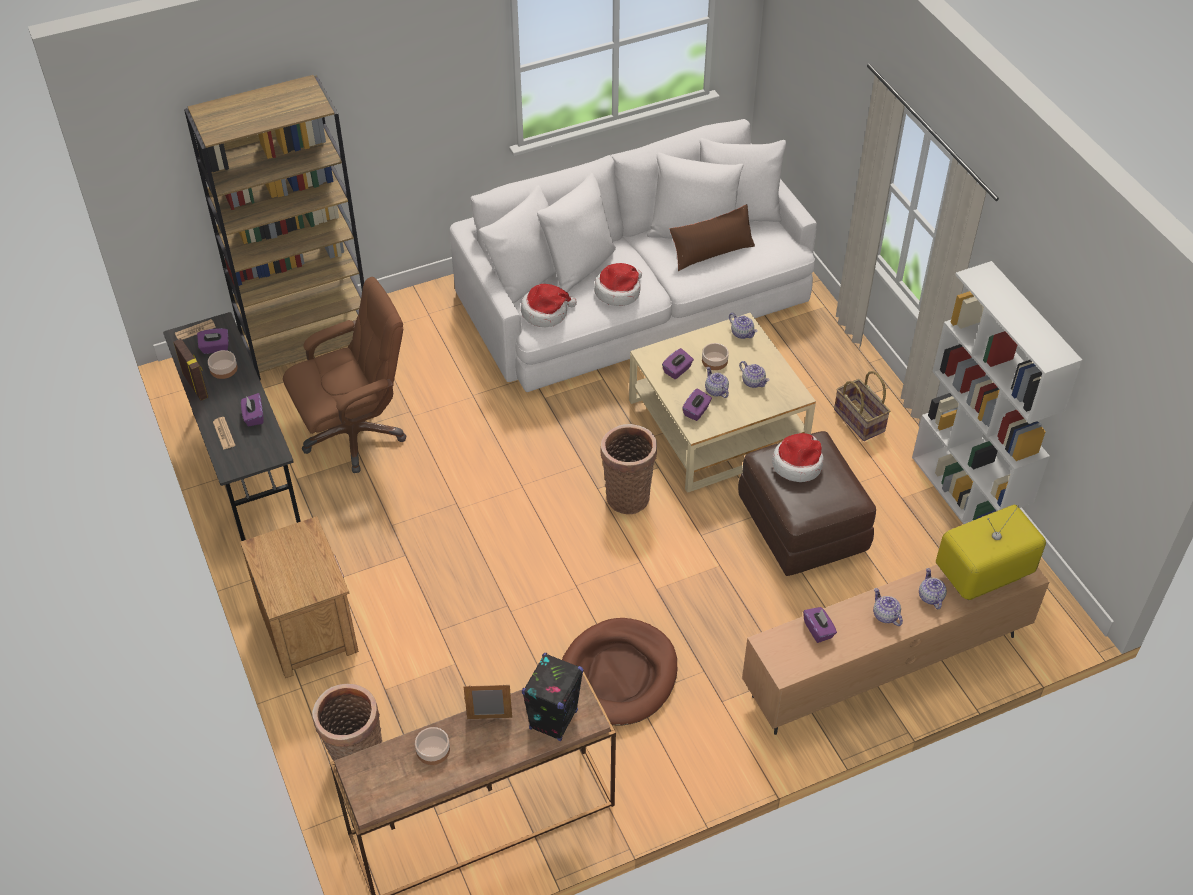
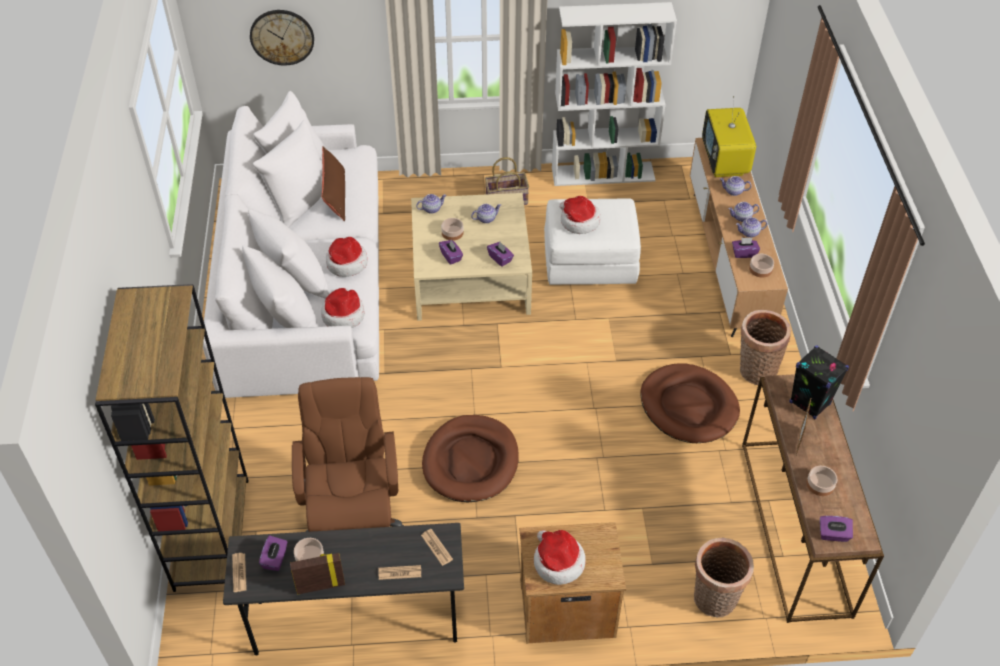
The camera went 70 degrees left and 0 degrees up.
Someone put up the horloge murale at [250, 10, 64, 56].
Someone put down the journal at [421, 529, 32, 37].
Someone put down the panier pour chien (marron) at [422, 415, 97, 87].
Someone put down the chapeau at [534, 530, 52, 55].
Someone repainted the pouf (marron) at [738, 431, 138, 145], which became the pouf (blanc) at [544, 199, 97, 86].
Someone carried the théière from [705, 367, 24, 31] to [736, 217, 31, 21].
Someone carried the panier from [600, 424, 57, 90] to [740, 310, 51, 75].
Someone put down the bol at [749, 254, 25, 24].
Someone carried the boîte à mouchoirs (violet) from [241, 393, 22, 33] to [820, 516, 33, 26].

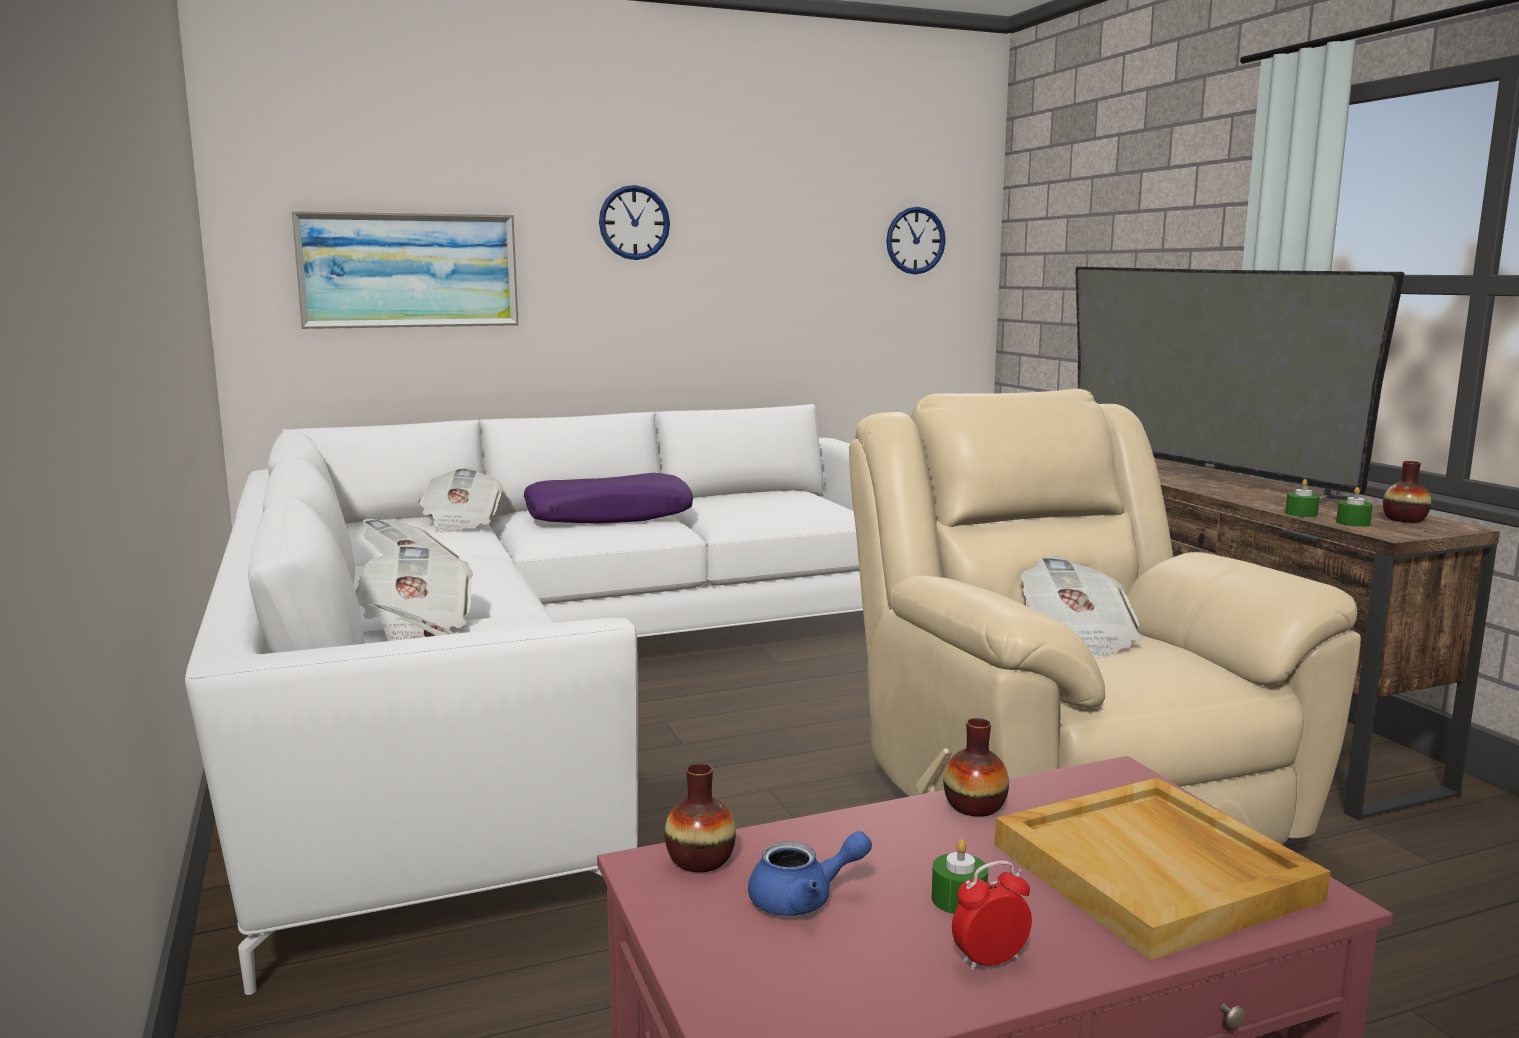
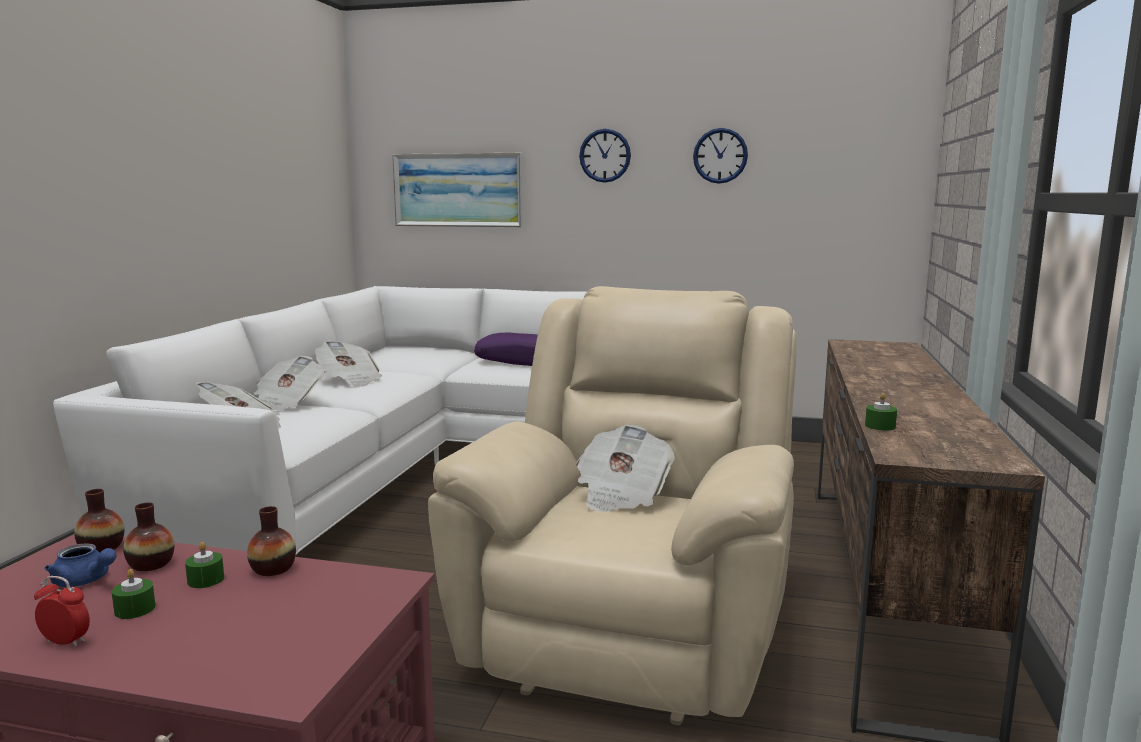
The camera went 35 degrees right and 0 degrees up.
Someone carried the vase from [1383, 461, 48, 62] to [123, 502, 51, 69].
Someone carried the bougie (vert) from [1336, 487, 37, 40] to [185, 542, 39, 46].
Someone carried the horloge murale from [886, 207, 60, 67] to [693, 128, 55, 56].
Someone took away the journal at [418, 468, 85, 65].
Someone took away the plateau (beige) at [995, 778, 335, 183].
Someone took away the téléviseur at [1075, 267, 330, 236].

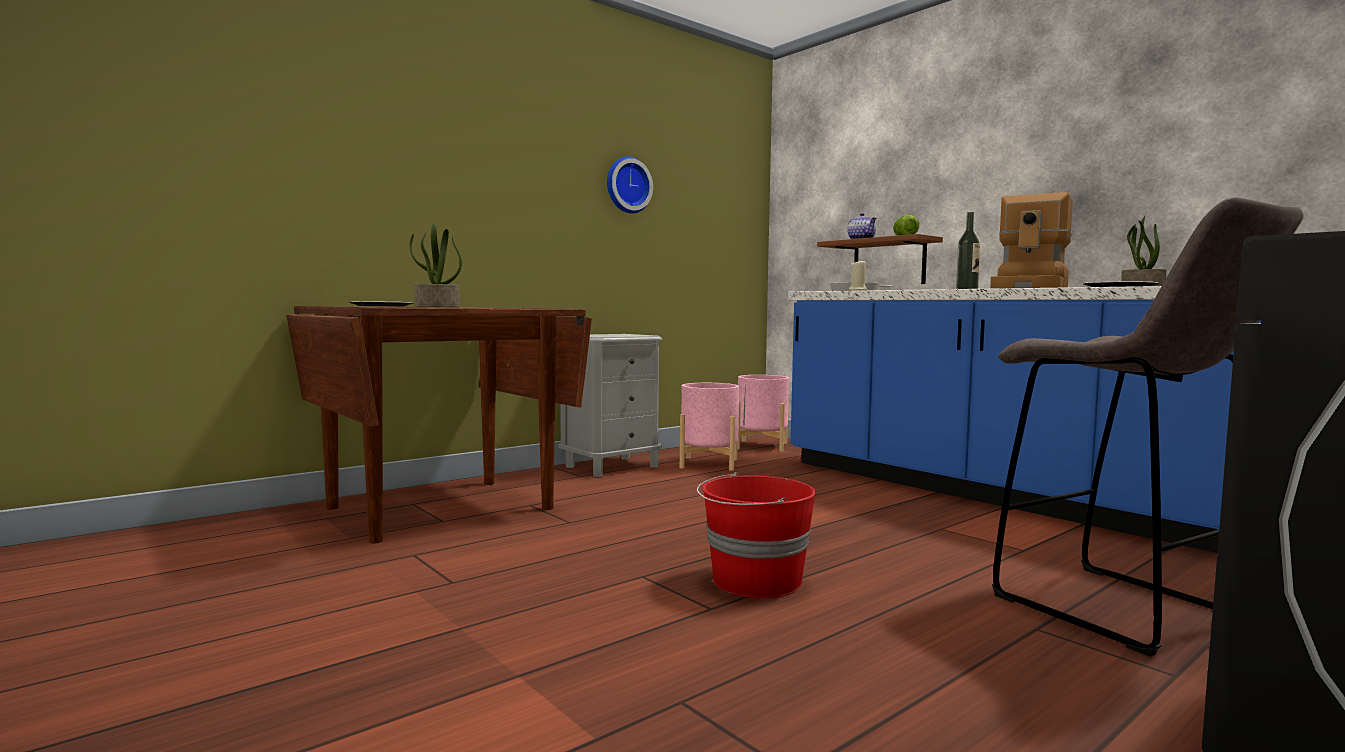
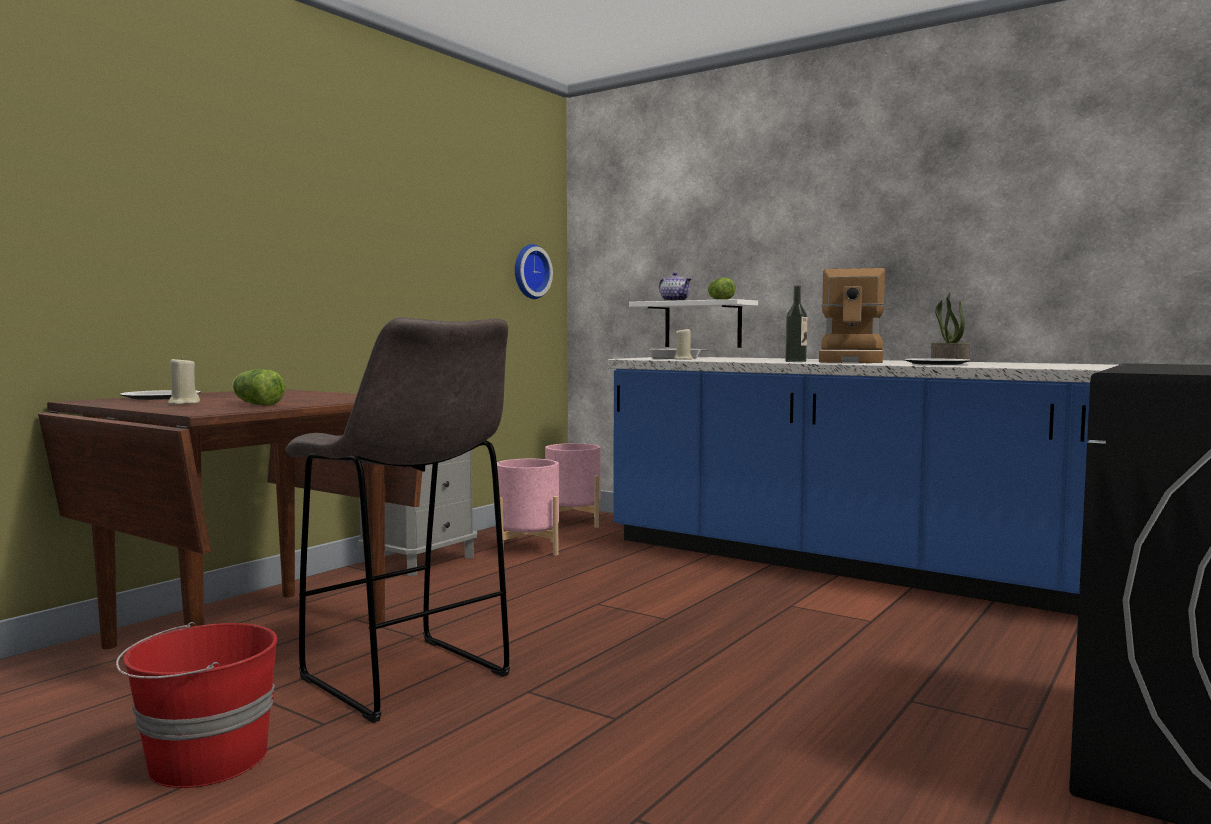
The camera went 15 degrees left and 0 degrees up.
Someone carried the seau (rouge) from [697, 472, 119, 126] to [116, 622, 161, 166].
Someone put down the bougie (beige) at [168, 356, 32, 49].
Someone swapped the plante en pot at [409, 223, 53, 84] for the laitue at [232, 369, 53, 37].
Someone carried the tabouret (gris) from [992, 197, 312, 460] to [285, 317, 225, 406].
Someone carried the horloge murale from [607, 156, 46, 57] to [515, 244, 38, 55].
Someone repainted the étagère (marron) at [817, 234, 126, 50], which became the étagère (blanc) at [629, 299, 129, 49].

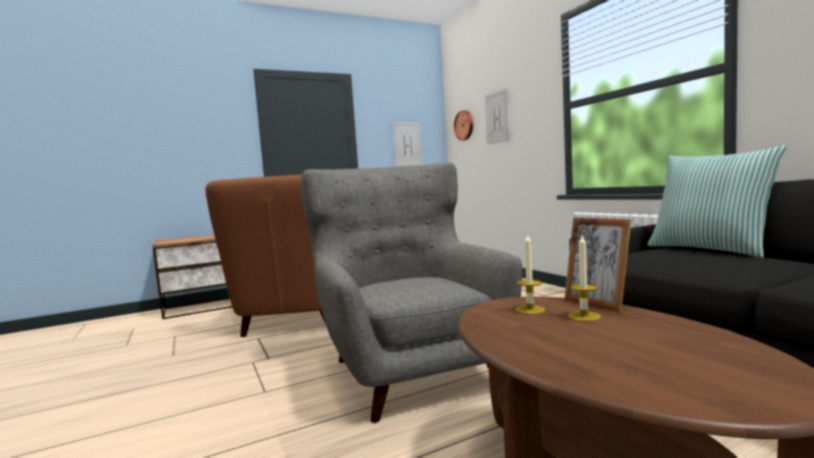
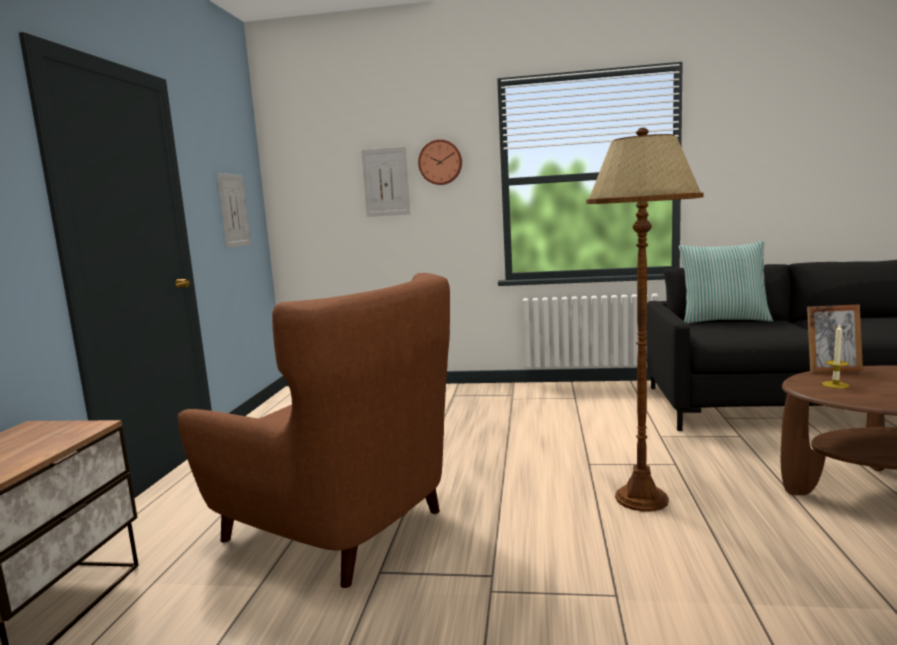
The camera went 55 degrees left and 5 degrees up.
Someone carried the horloge murale from [454, 111, 19, 29] to [418, 140, 44, 45].
Someone swapped the fauteuil (gris) at [301, 162, 221, 261] for the lampadaire (marron) at [586, 128, 118, 384].
Someone took away the bougie at [568, 234, 33, 88].

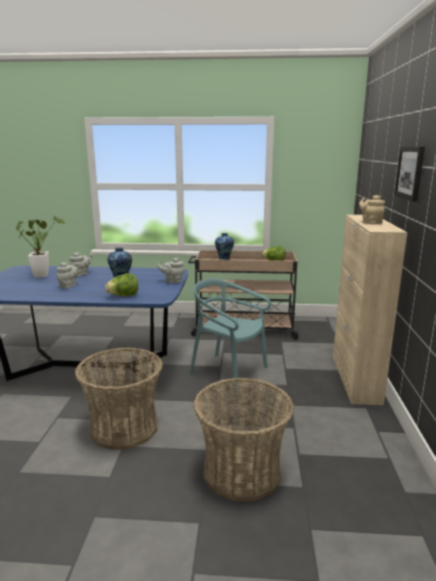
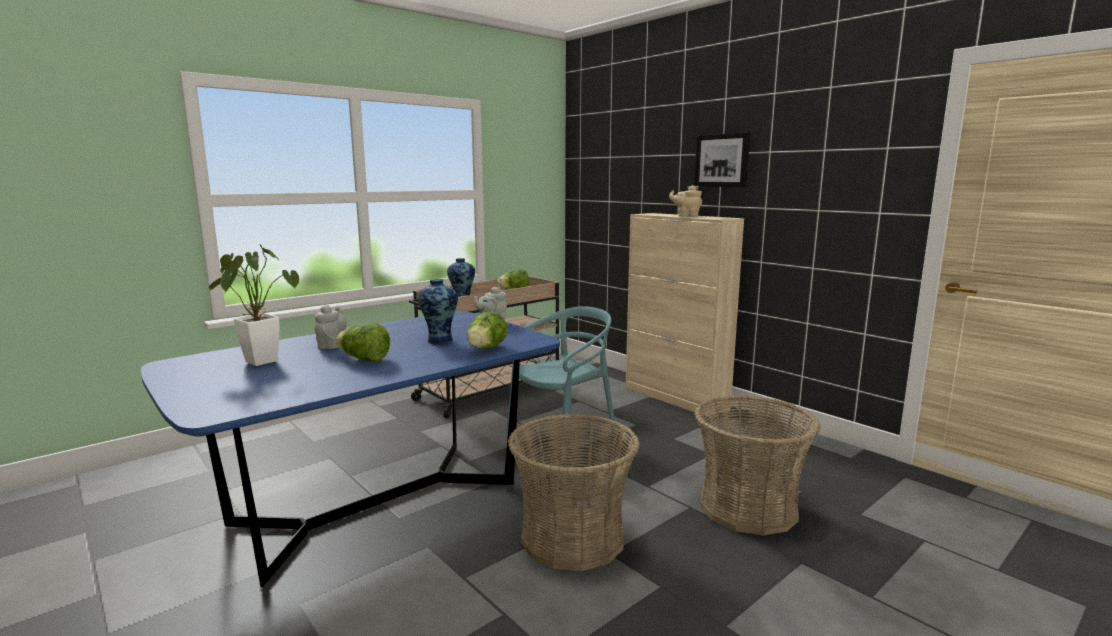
The camera went 45 degrees left and 5 degrees down.
Someone swapped the théière (gris) at [56, 262, 22, 27] for the laitue at [336, 323, 54, 39].
Someone rotated the chaise (turquoise) at [189, 278, 82, 116] by 150 degrees clockwise.

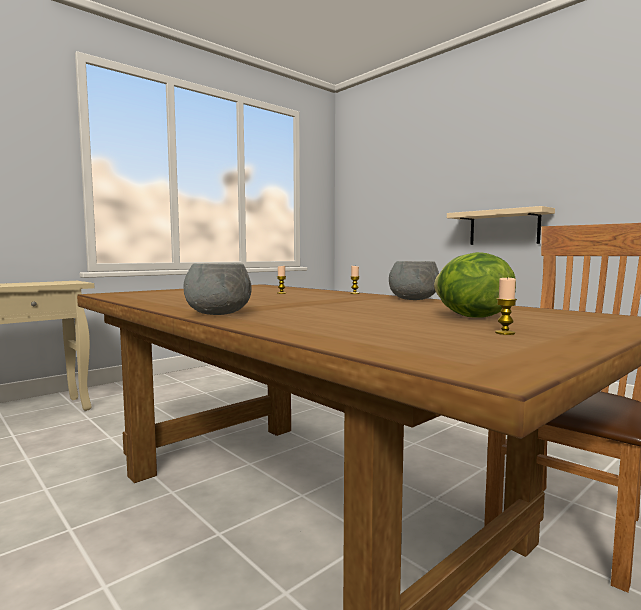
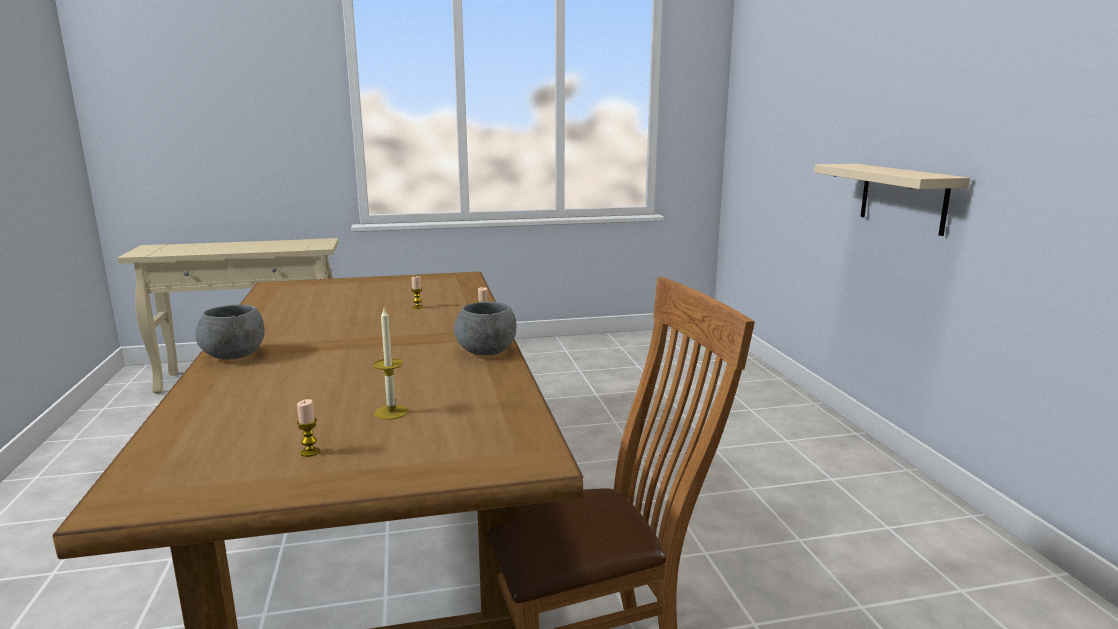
The camera went 30 degrees right and 10 degrees up.
Someone swapped the laitue at [434, 252, 82, 66] for the bougie at [373, 308, 36, 112].

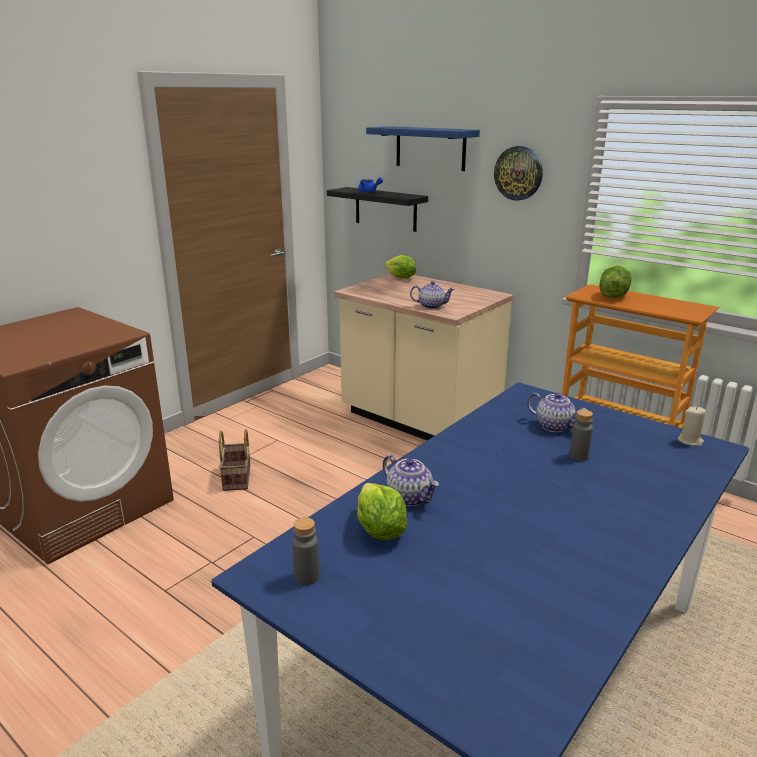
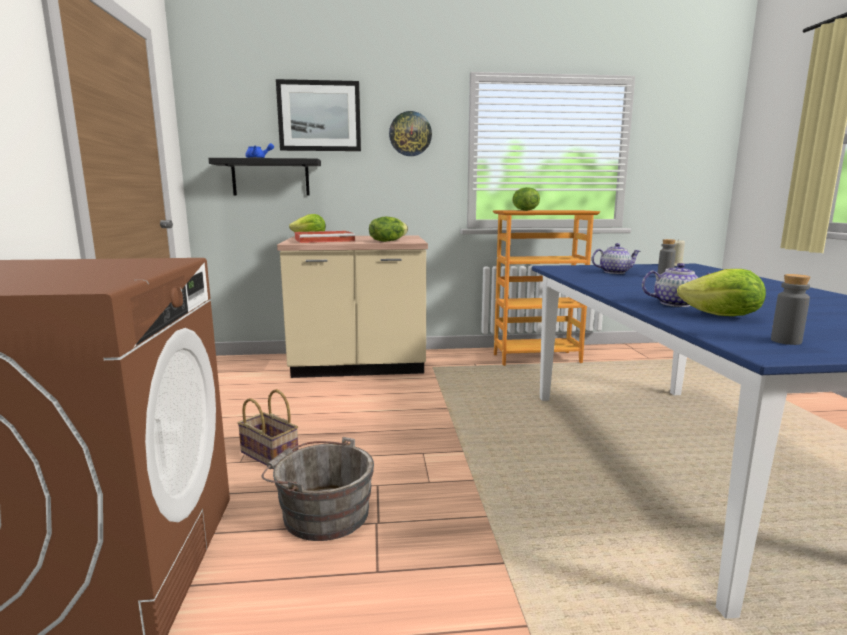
The camera went 45 degrees left and 10 degrees down.
Someone put down the seau (gris) at [262, 437, 112, 104].
Someone swapped the étagère (bleu) at [366, 126, 114, 45] for the tableau at [276, 79, 85, 72].
Someone put down the plateau (rouge) at [294, 231, 61, 12].
Someone swapped the théière at [410, 281, 44, 28] for the laitue at [369, 216, 39, 26].

